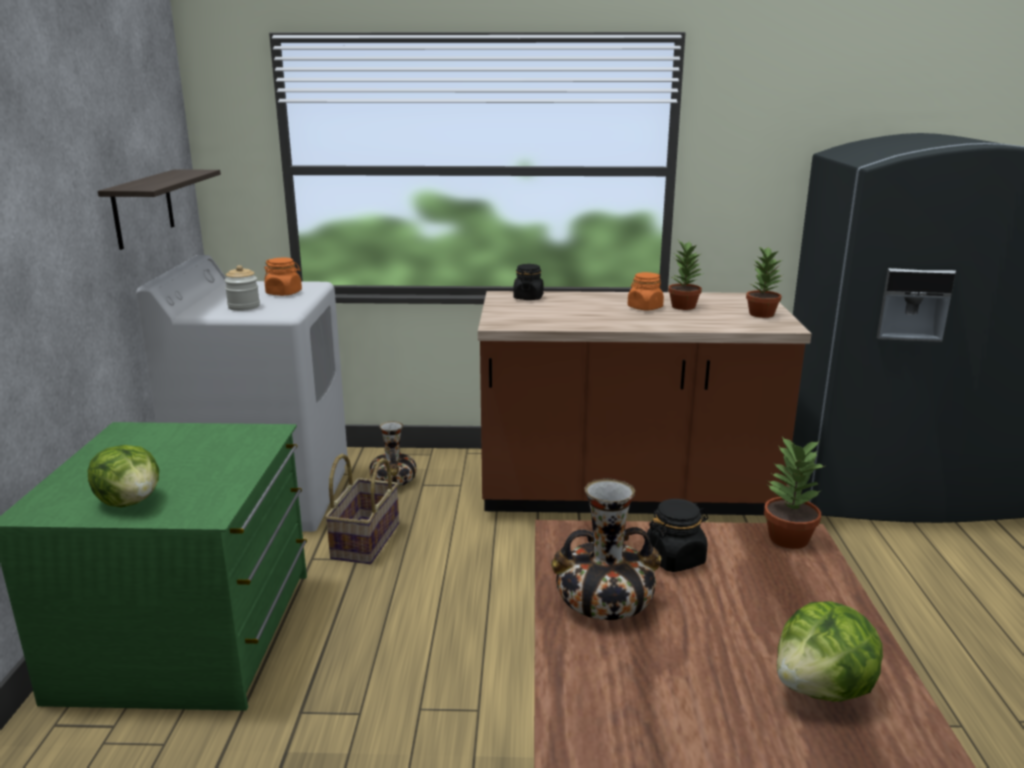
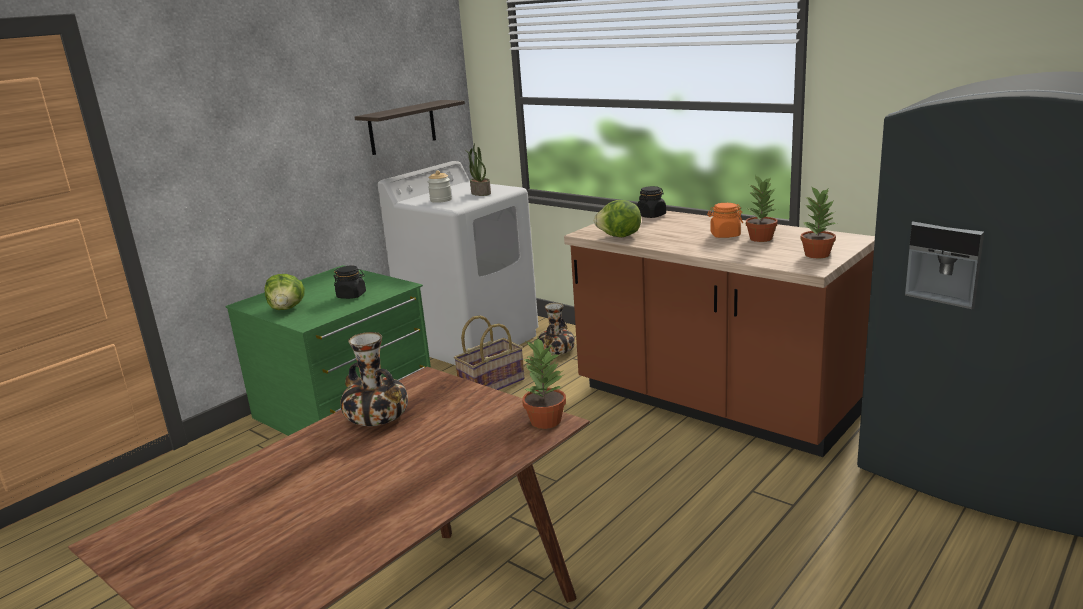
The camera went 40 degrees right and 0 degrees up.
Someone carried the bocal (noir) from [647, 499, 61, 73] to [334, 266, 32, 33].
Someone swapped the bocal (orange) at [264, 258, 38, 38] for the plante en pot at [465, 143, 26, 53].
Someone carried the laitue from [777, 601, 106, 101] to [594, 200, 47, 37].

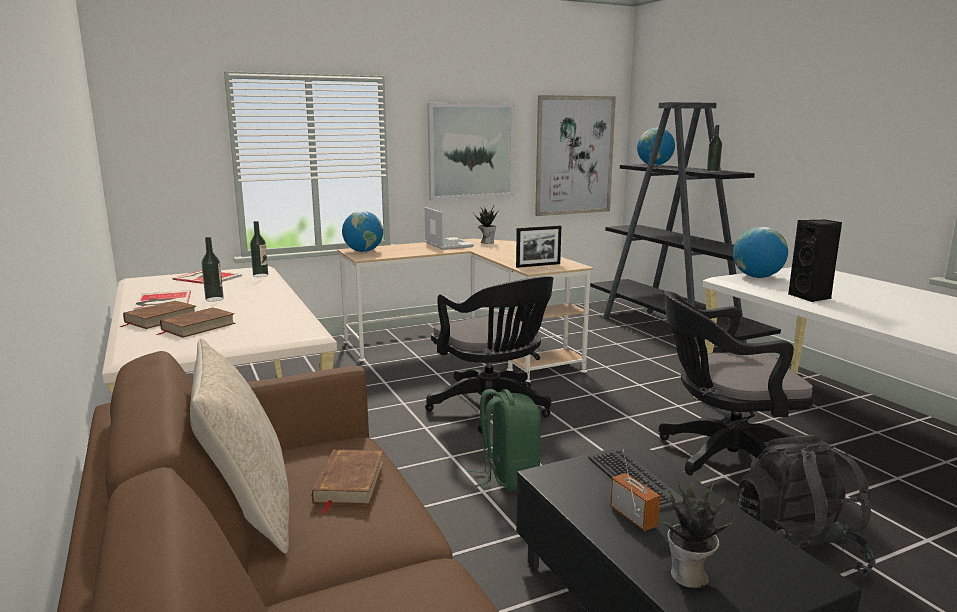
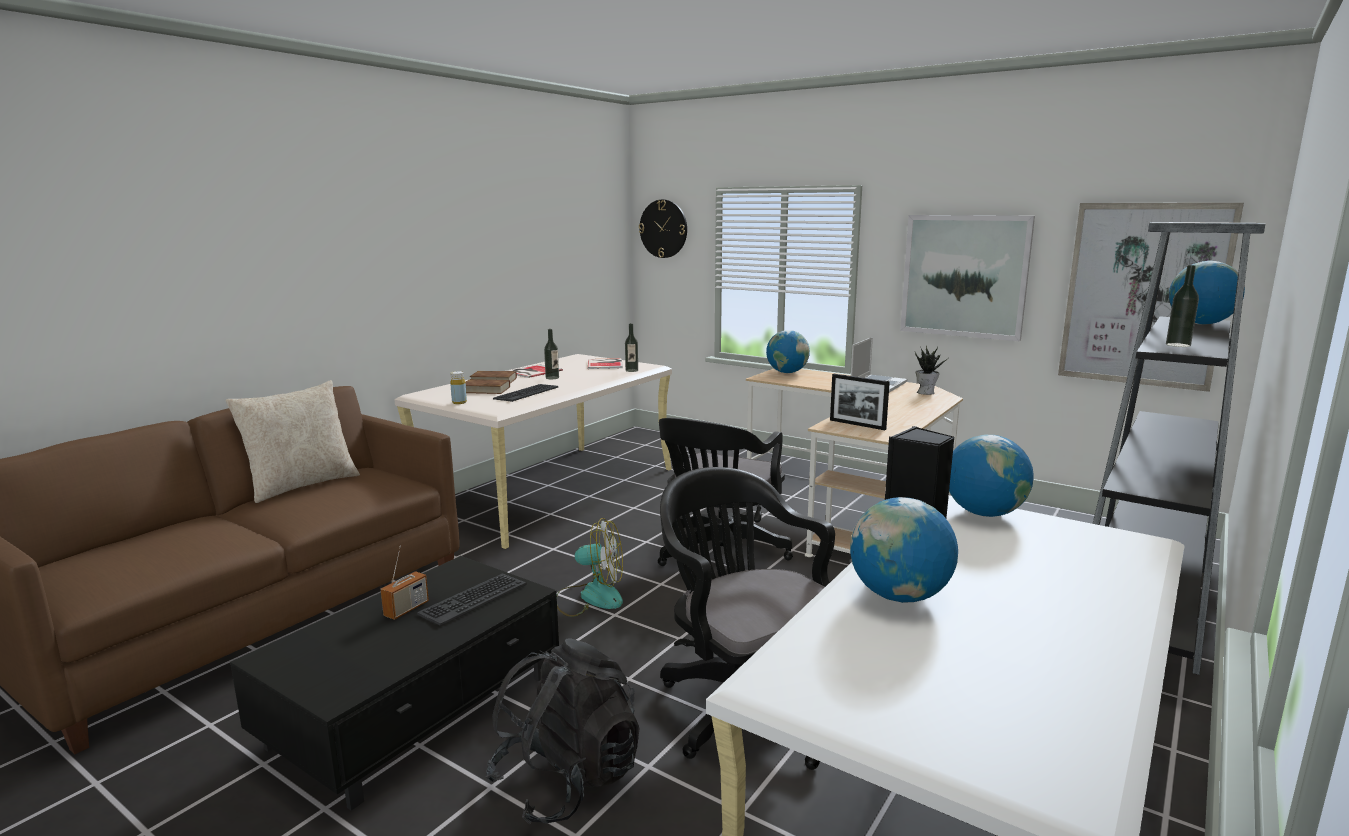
The camera went 60 degrees right and 0 degrees up.
Someone put down the bouteille (jaune) at [450, 371, 17, 33].
Someone put down the clavier at [493, 384, 65, 18].
Someone swapped the sac à dos (vert) at [470, 389, 71, 102] for the ventilateur at [557, 518, 66, 99].
Someone put up the horloge murale at [639, 200, 48, 58].
Someone put down the globe at [850, 497, 108, 106].
Someone took away the livre (marron) at [312, 449, 72, 65].
Someone took away the plante en pot at [659, 482, 76, 106].

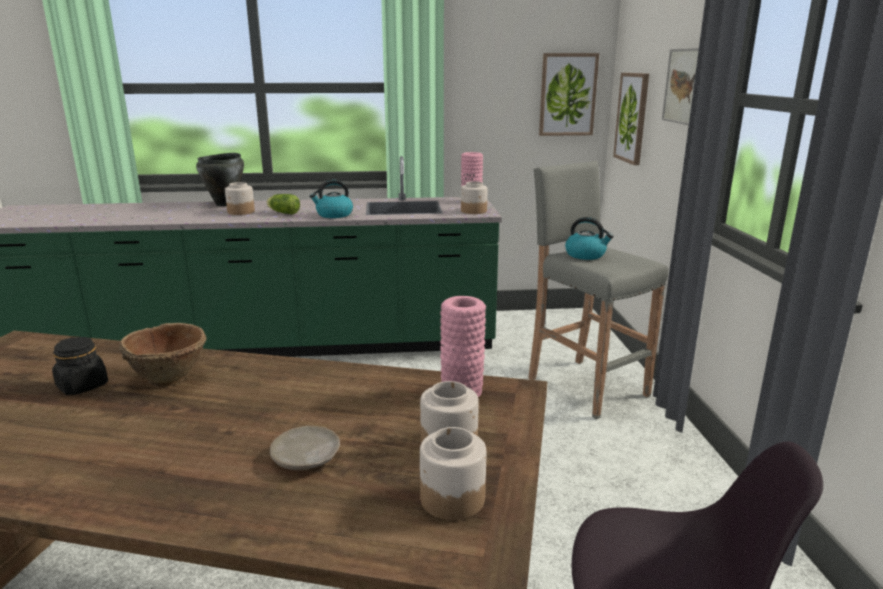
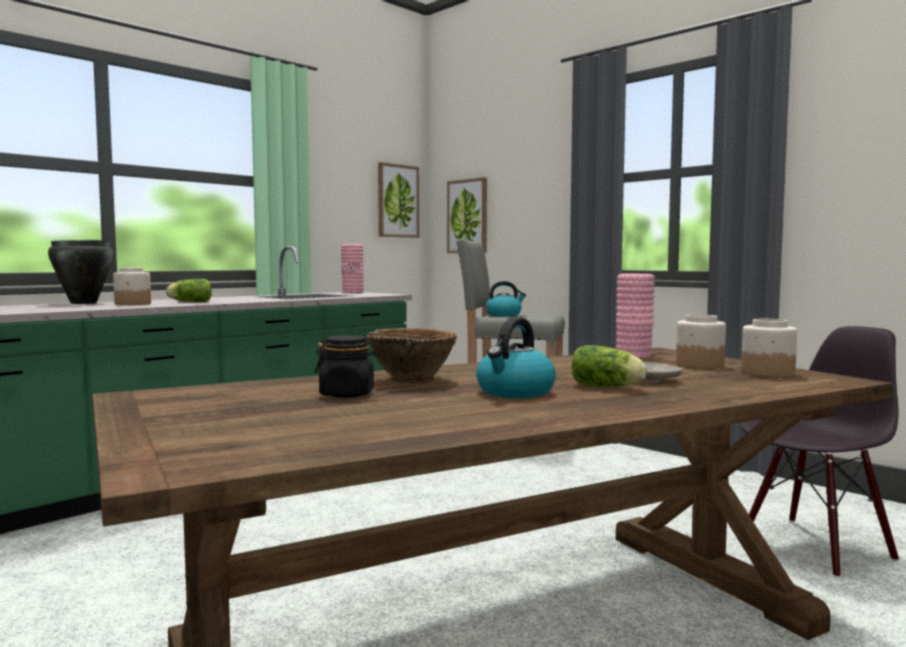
The camera went 40 degrees left and 15 degrees down.
Someone carried the bouilloire from [309, 180, 44, 38] to [476, 317, 80, 81].
Someone put down the laitue at [572, 345, 75, 42].
Someone took away the bocal at [461, 181, 27, 33].
Someone took away the tableau at [662, 48, 37, 77].

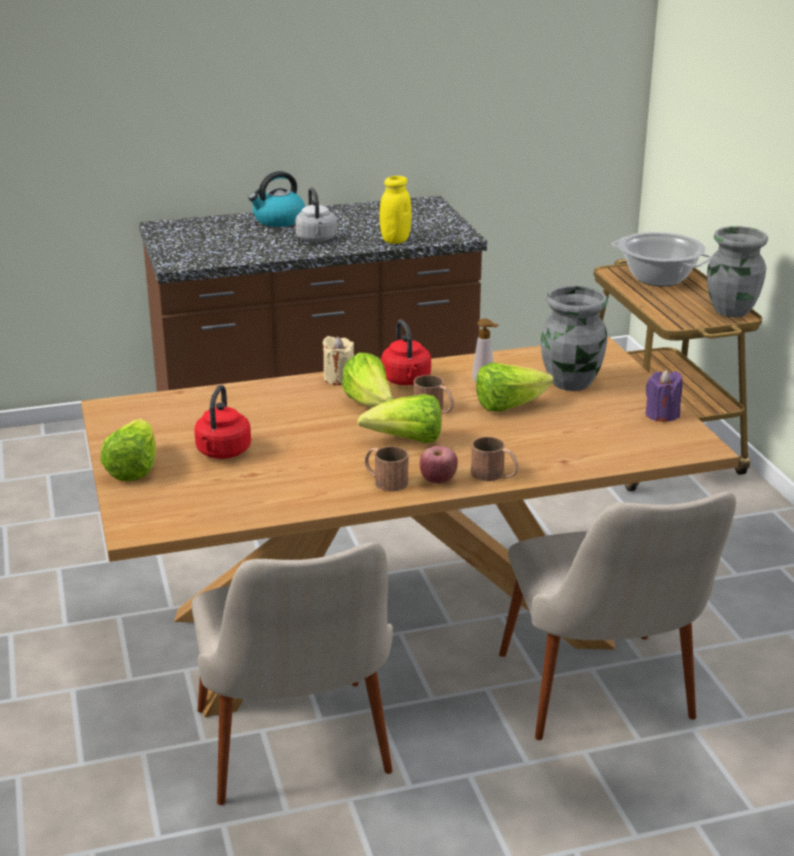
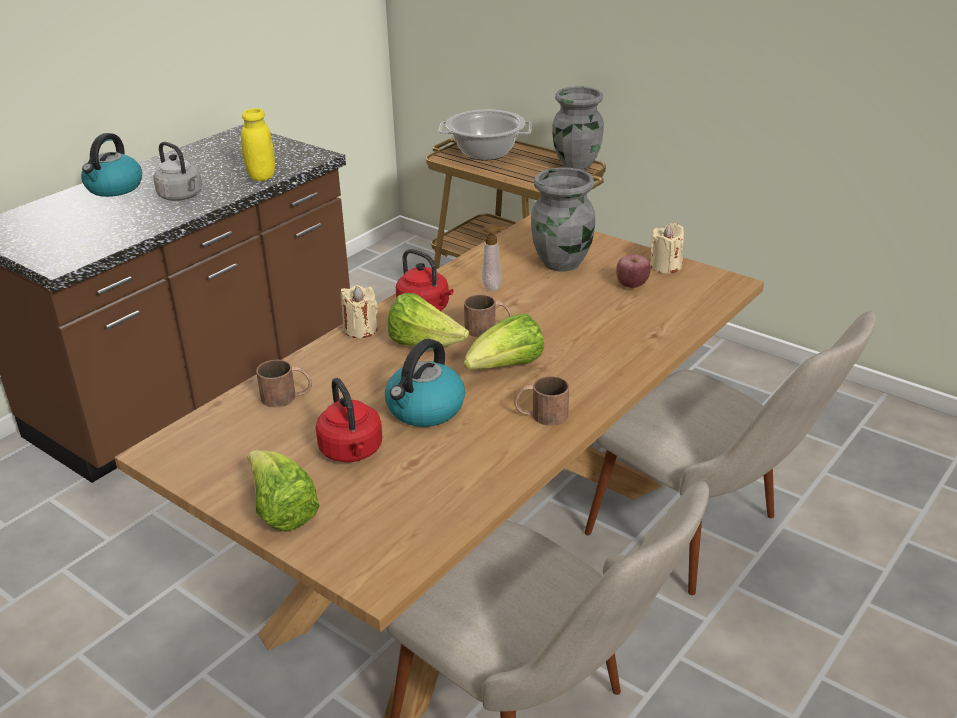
The camera went 35 degrees left and 5 degrees up.
Someone carried the mug (marron) from [471, 437, 48, 44] to [256, 360, 56, 47].
Someone put down the bouilloire at [385, 339, 80, 88].
Someone carried the pomme from [420, 446, 38, 38] to [616, 254, 35, 34].
Someone repainted the bougie (violet) at [645, 370, 37, 52], which became the bougie (beige) at [650, 223, 34, 51].
Someone took away the laitue at [476, 363, 77, 49].

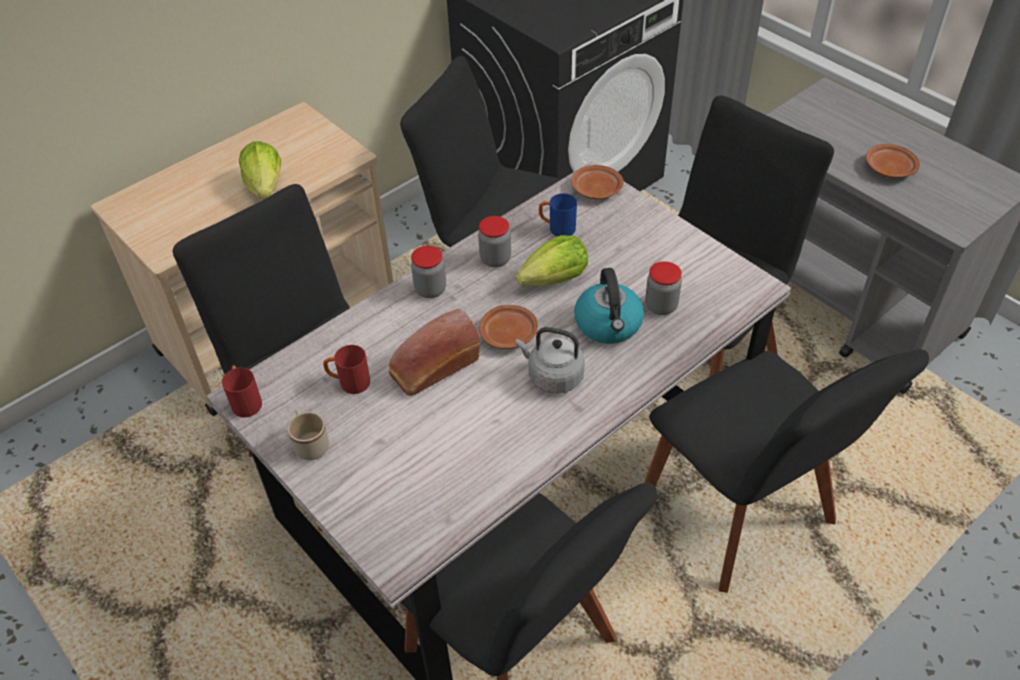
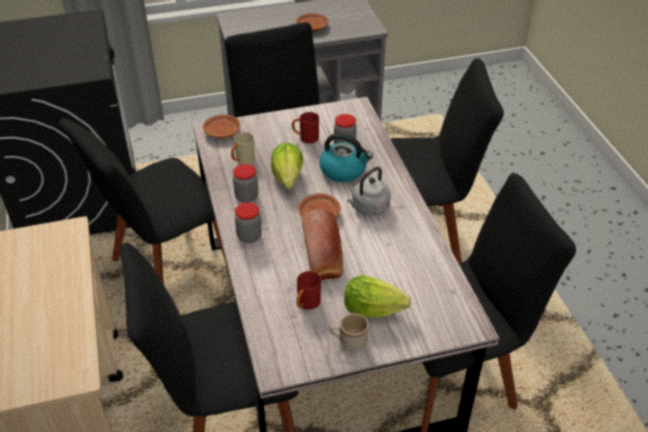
The camera went 65 degrees left and 5 degrees down.
Someone repainted the mug (bleu) at [539, 193, 38, 44], which became the mug (beige) at [231, 132, 24, 32].
Someone carried the mug (rouge) from [222, 365, 40, 52] to [292, 112, 27, 32].
Someone carried the laitue from [239, 141, 42, 58] to [344, 275, 67, 43].

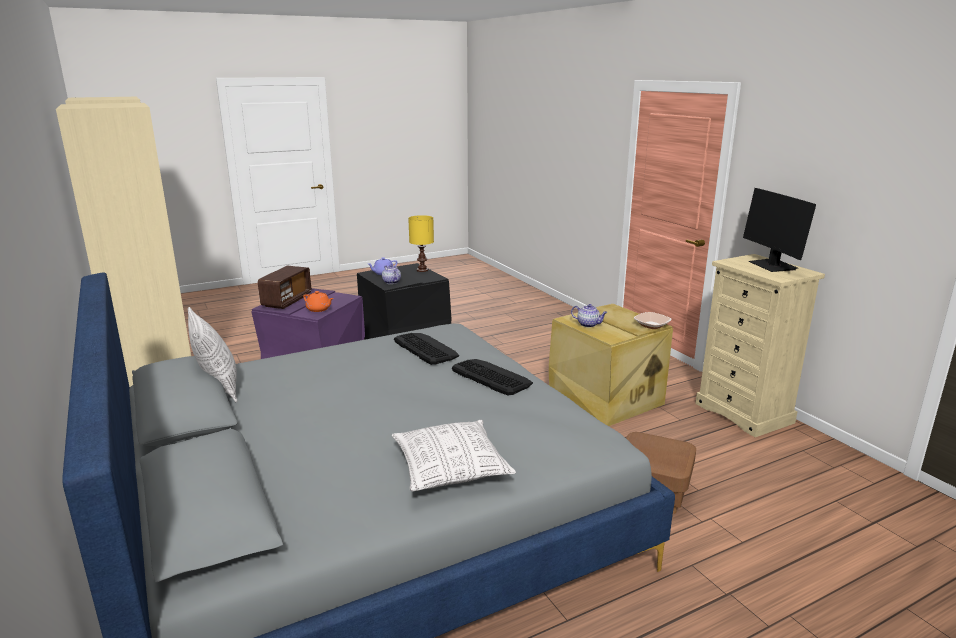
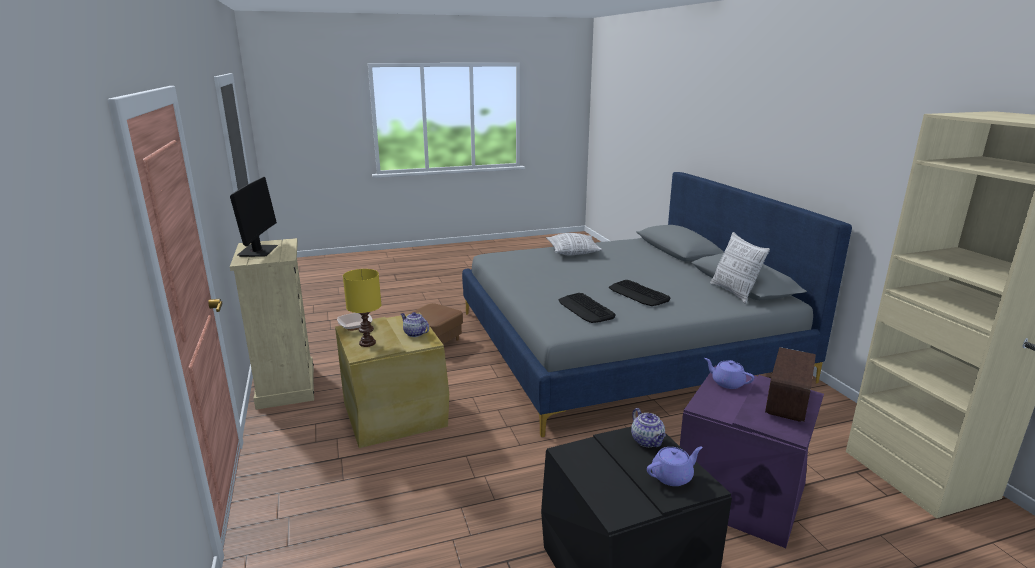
The camera went 170 degrees left and 0 degrees up.
Someone carried the lampe de table (jaune) from [408, 215, 26, 57] to [343, 269, 38, 78].
Someone carried the clavier from [452, 359, 81, 37] to [609, 280, 61, 26].
Someone repainted the théière (orange) at [303, 291, 31, 21], which became the théière (violet) at [704, 358, 51, 31].

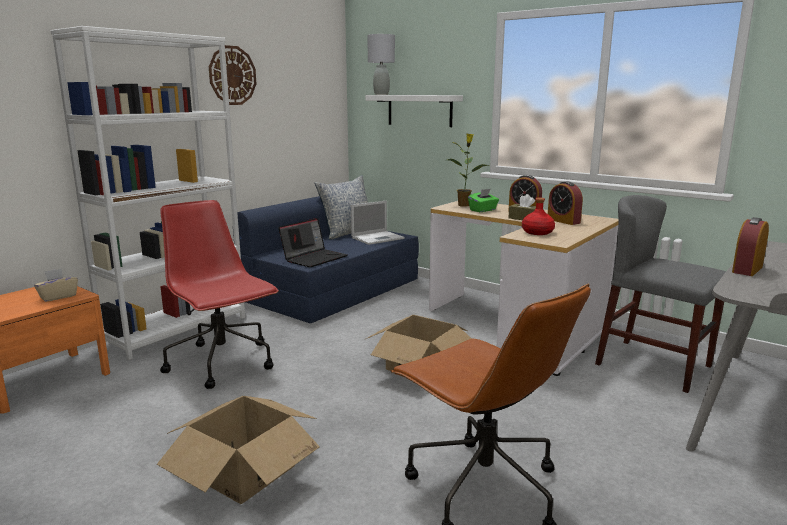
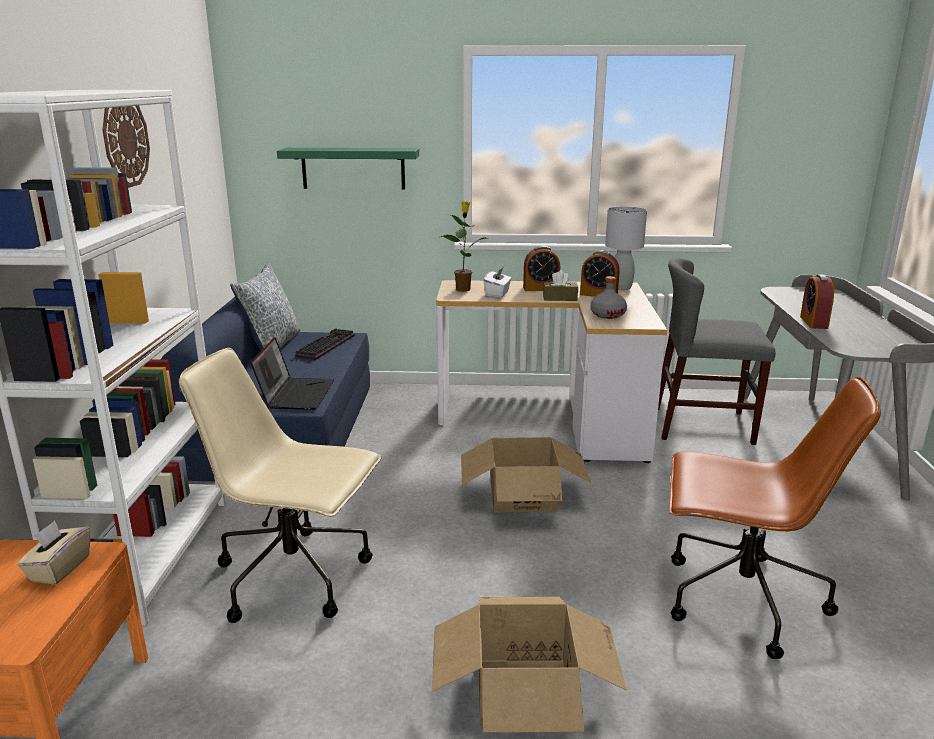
The camera went 35 degrees left and 5 degrees up.
Someone repainted the chaise de bureau (rouge) at [160, 200, 119, 189], which became the chaise de bureau (beige) at [179, 348, 202, 275].
Someone repainted the étagère (blanc) at [365, 95, 98, 32], which became the étagère (vert) at [277, 148, 142, 41].
Someone swapped the ordinateur portable at [351, 201, 53, 44] for the clavier at [295, 328, 60, 32].
Someone repainted the boîte à mouchoirs (vert) at [468, 189, 31, 23], which became the boîte à mouchoirs (blanc) at [484, 267, 28, 30].
Someone repainted the bouteille (rouge) at [522, 198, 33, 37], which became the bouteille (gris) at [590, 276, 37, 43].
Someone carried the lampe de table (gris) from [367, 34, 28, 61] to [605, 206, 42, 84].

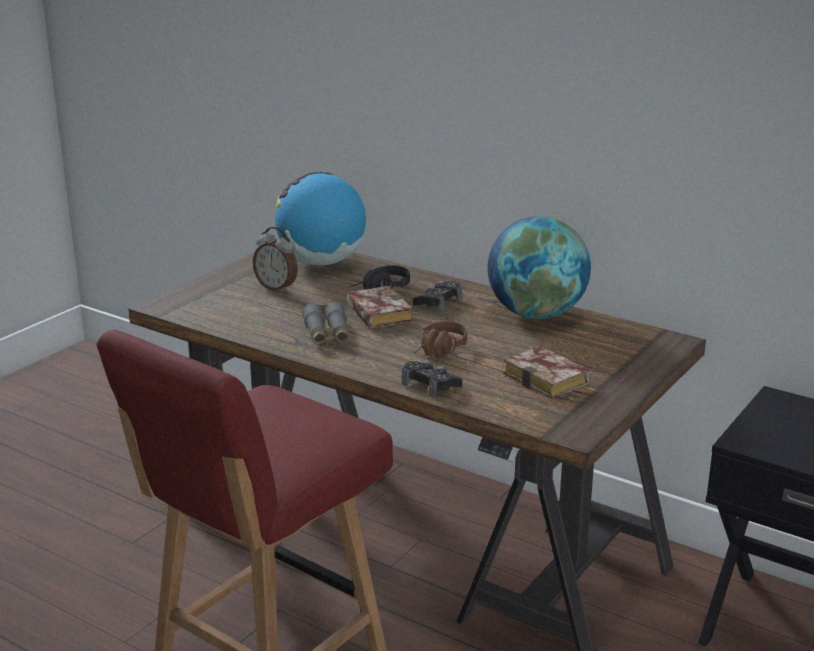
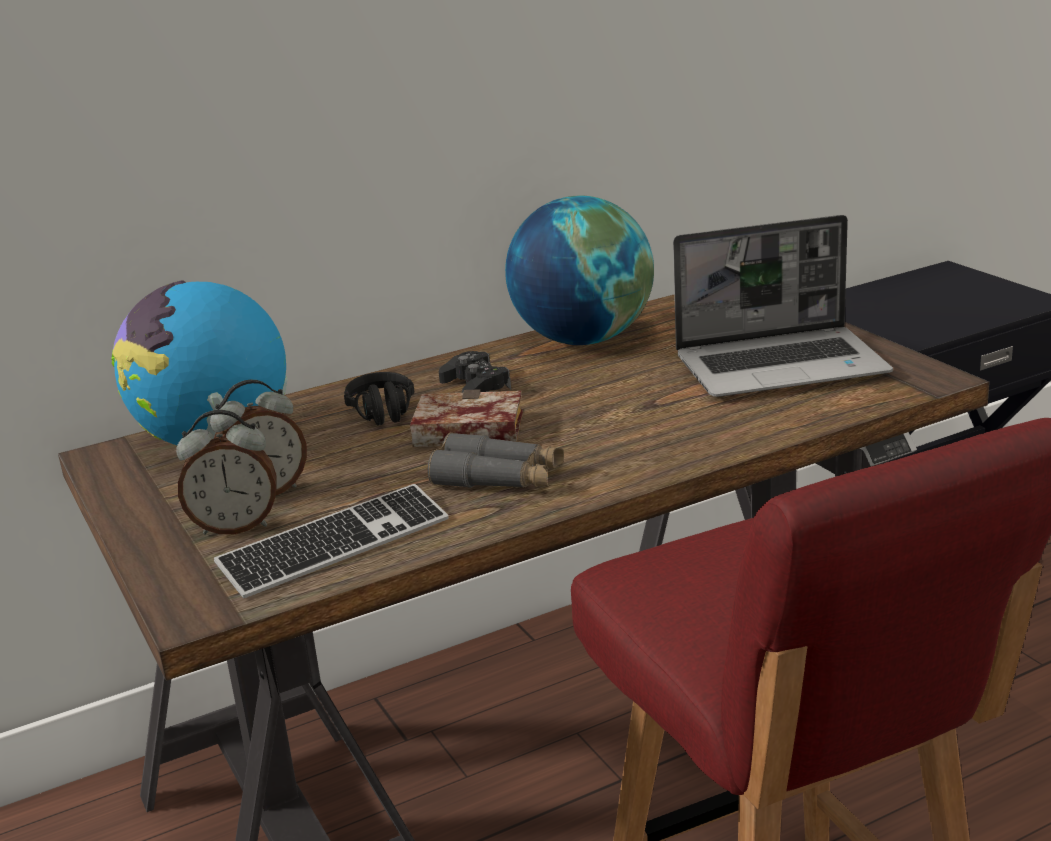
The camera went 60 degrees left and 0 degrees up.
Someone put down the réveil at [176, 410, 101, 125].
Someone put down the clavier at [214, 484, 234, 114].
Someone swapped the livre at [503, 346, 87, 53] for the ordinateur portable at [673, 215, 220, 182].
Someone took away the manette (noir) at [402, 360, 60, 37].
Someone took away the casque audio (marron) at [414, 321, 54, 37].

